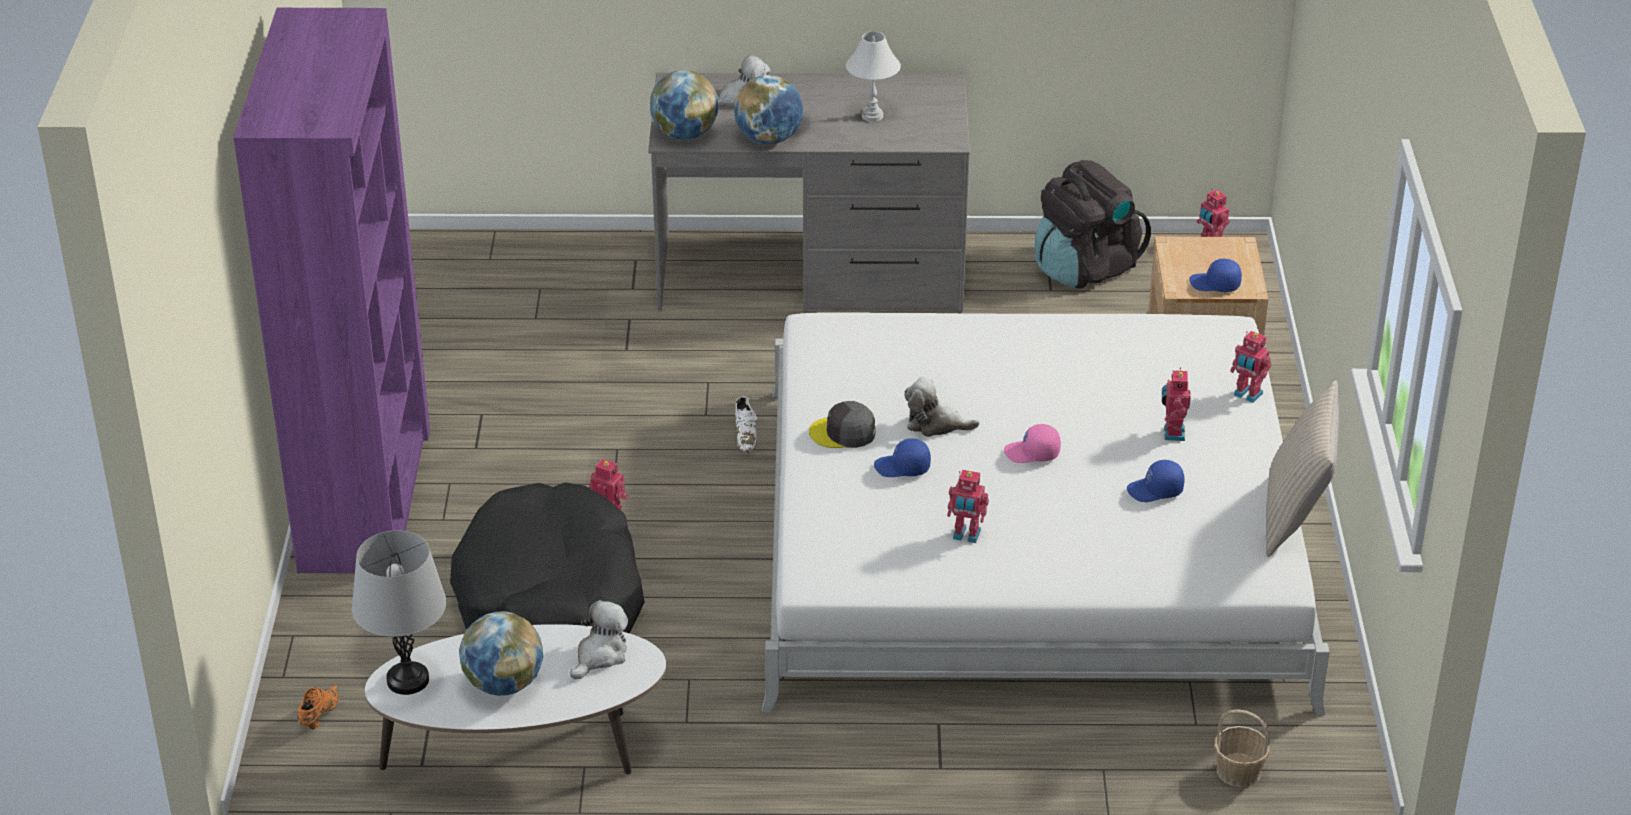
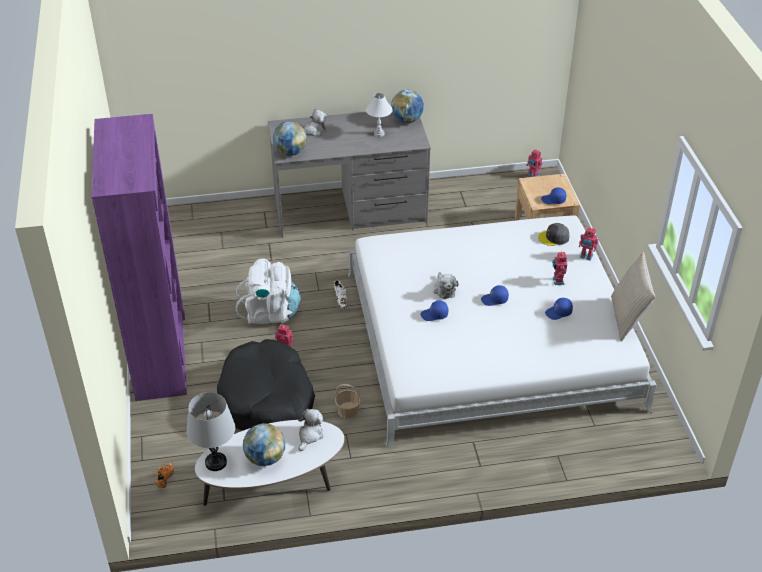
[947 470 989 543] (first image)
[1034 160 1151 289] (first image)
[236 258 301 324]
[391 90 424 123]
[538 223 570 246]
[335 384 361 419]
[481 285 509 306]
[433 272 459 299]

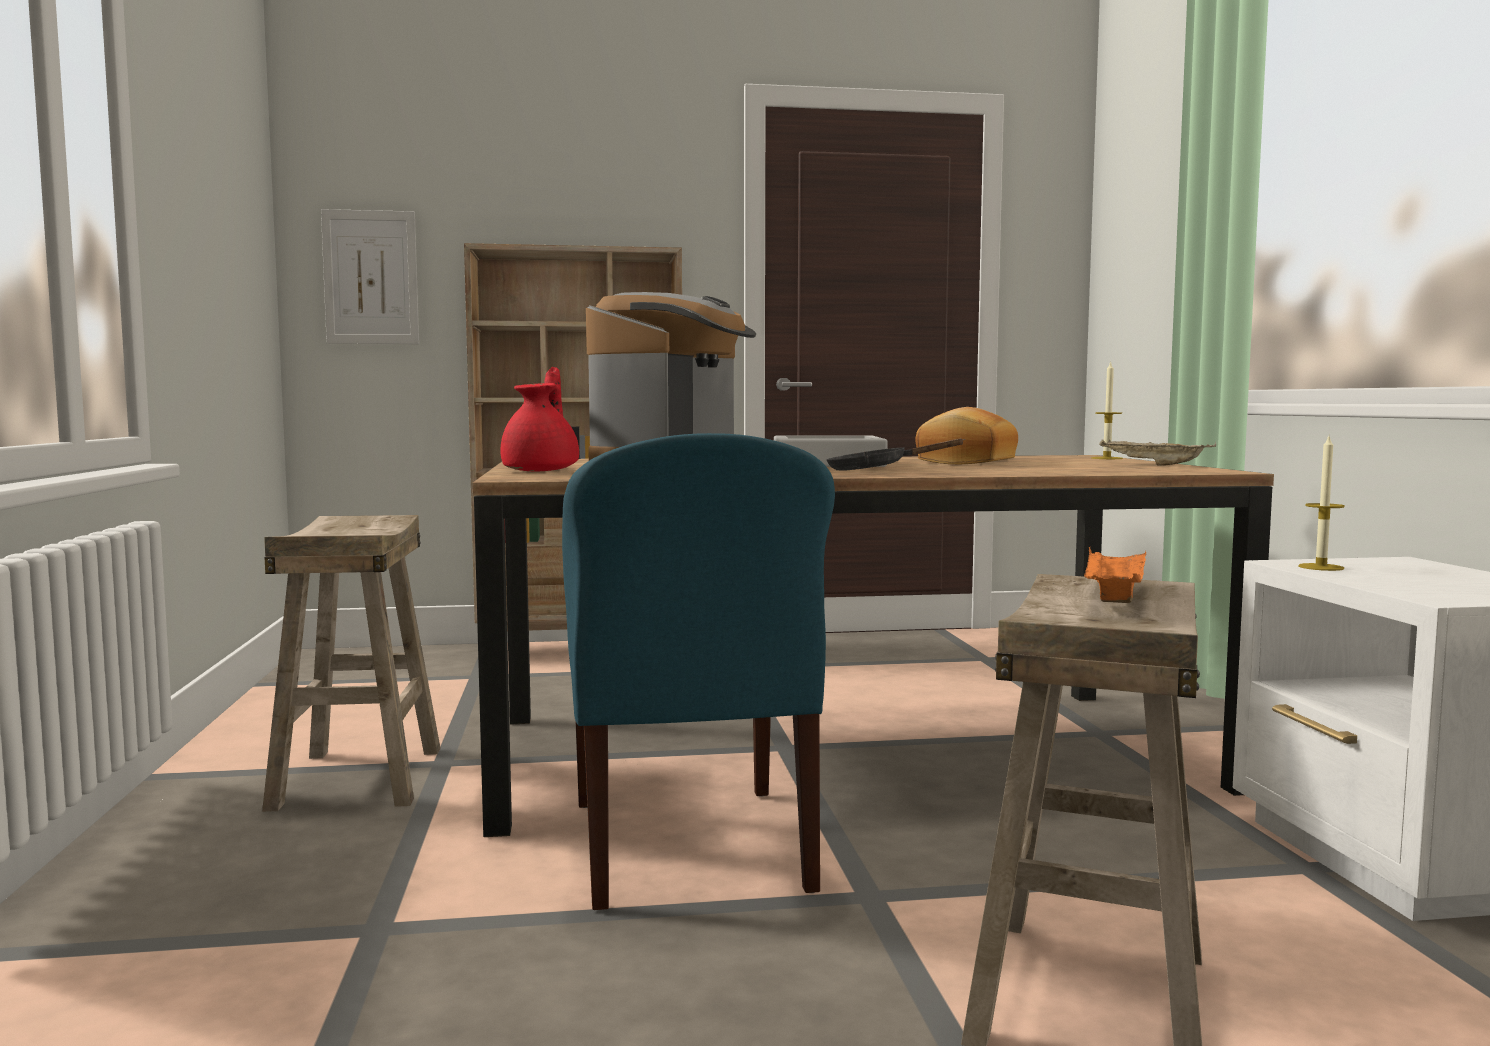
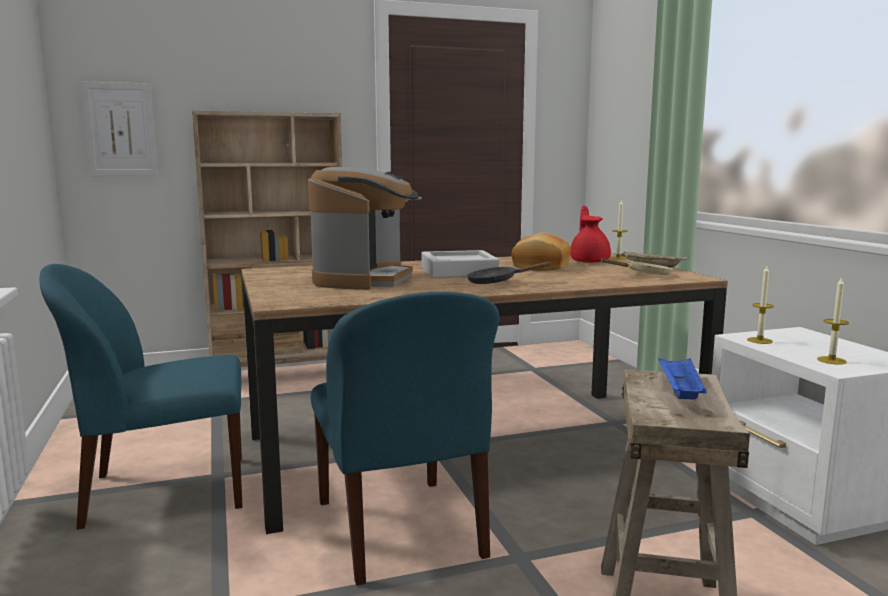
[601 258 674 275]
[817 277 849 365]
[570 205 611 263]
[40 264 242 530]
[658 356 707 400]

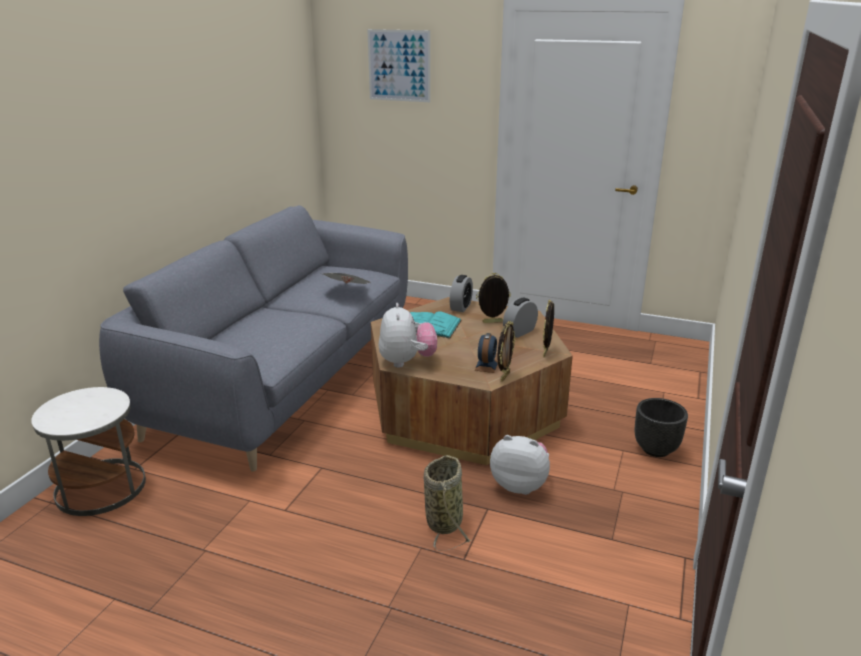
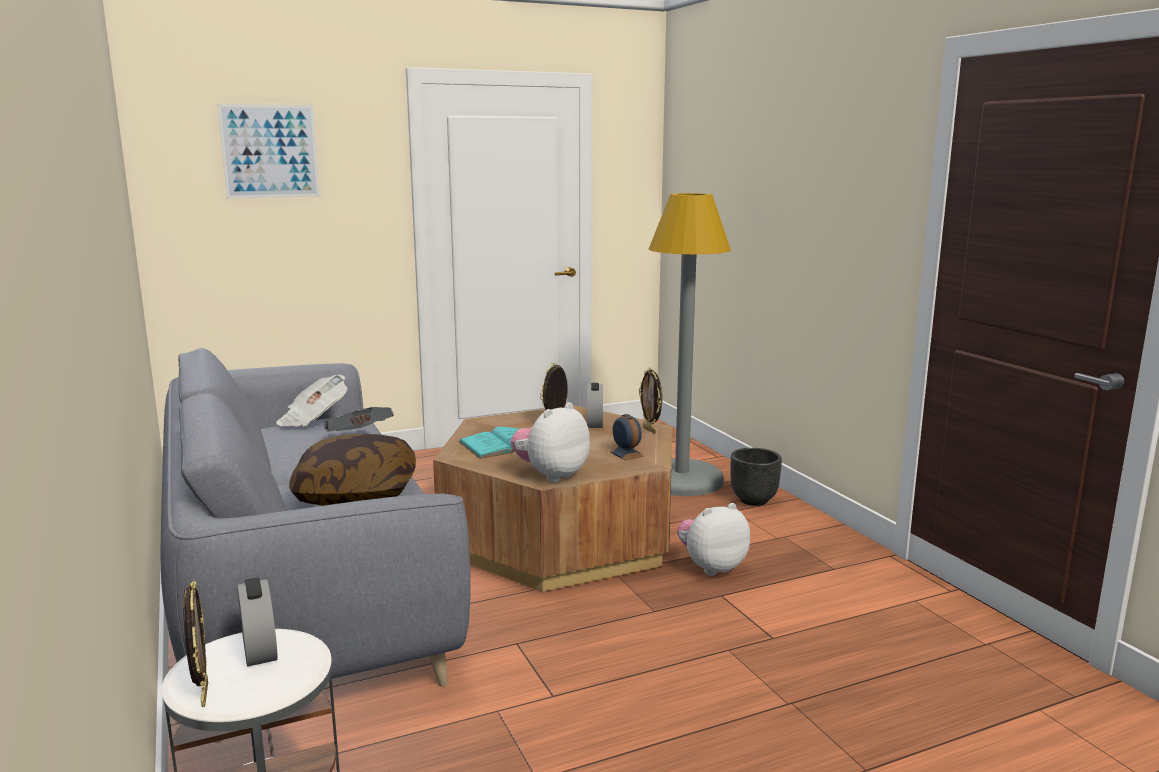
[424 455 471 551] (first image)
[276 375 348 427]
[289 434 416 506]
[648 193 731 496]
[237 577 278 667]
[183 581 208 707]
[511 402 590 482]

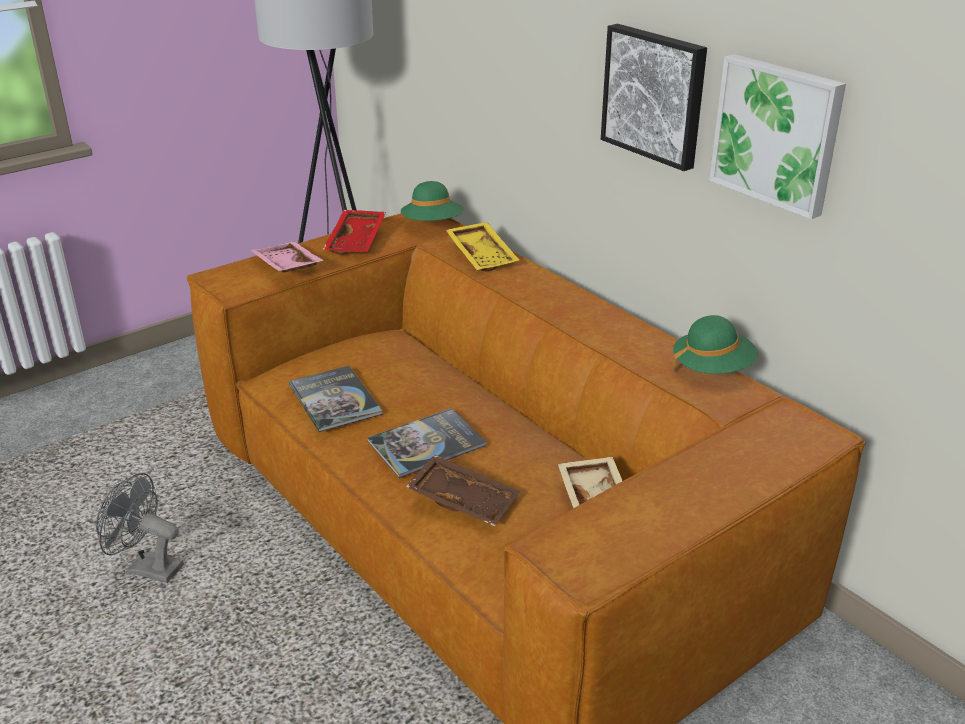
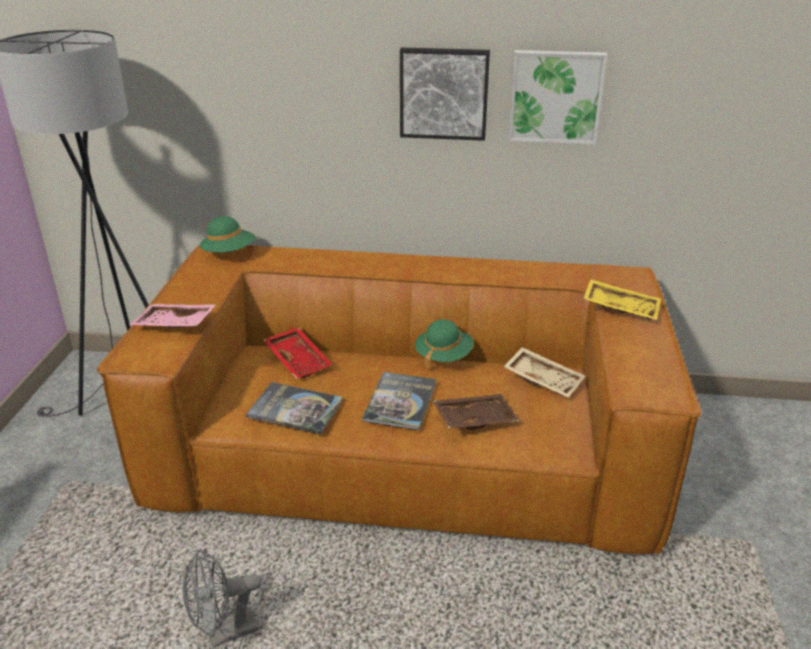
[264 327 332 379]
[583 279 661 320]
[415 319 474 369]

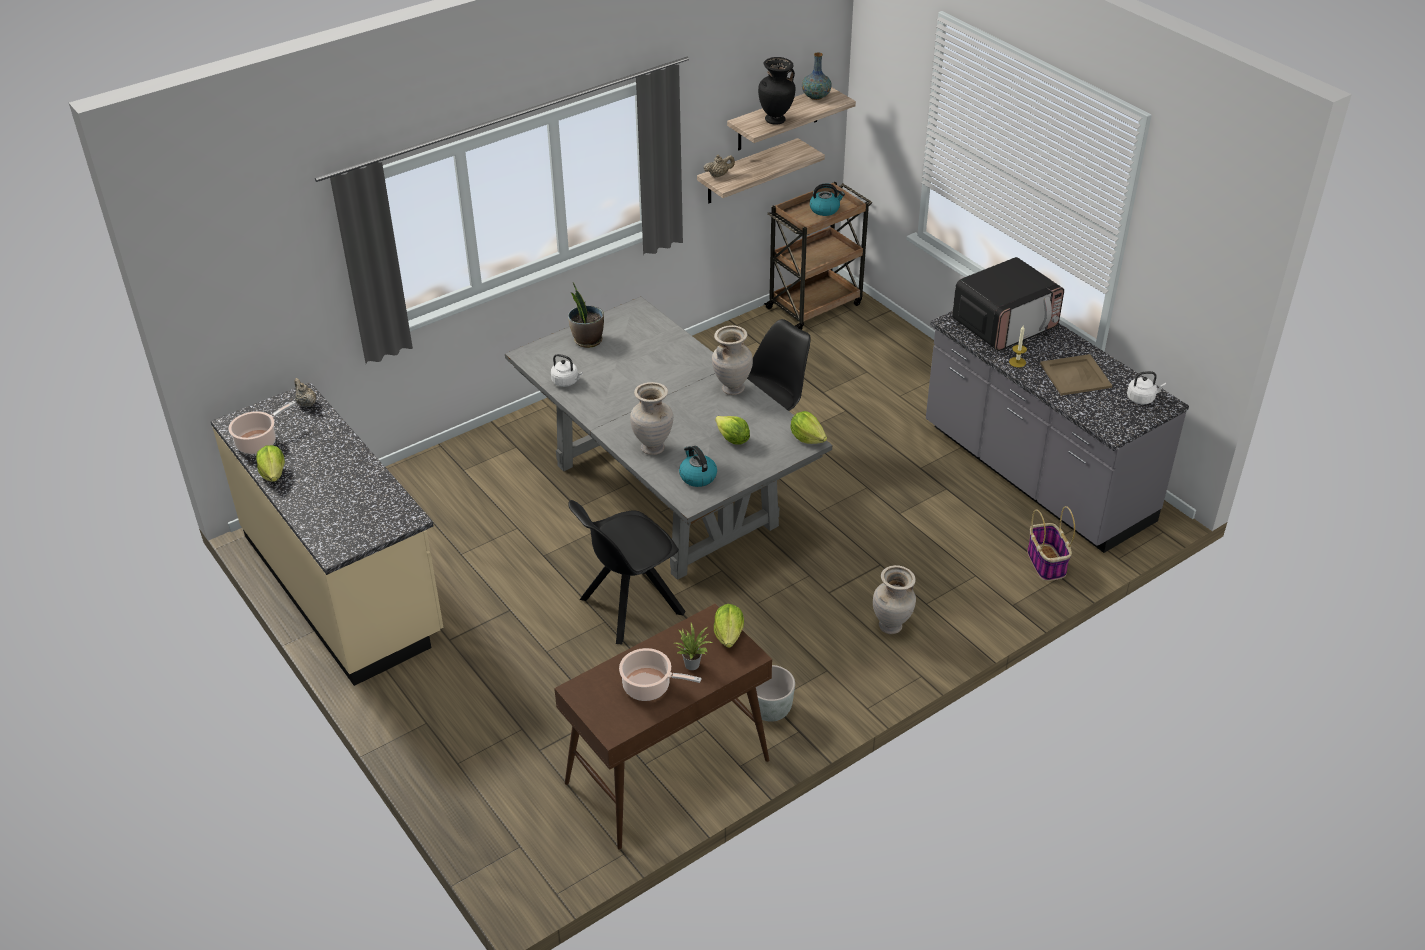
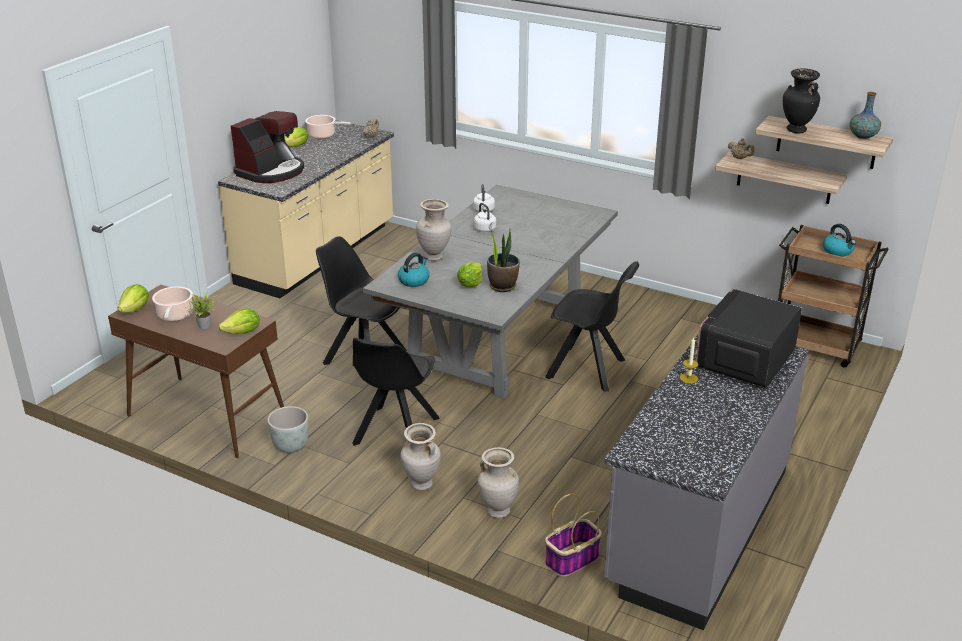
[1040 354 1112 396] (first image)
[231 111 304 183]
[352 337 440 446]
[487 228 520 292]
[478 447 519 518]
[118 284 149 313]
[474 203 496 232]
[695 289 802 388]

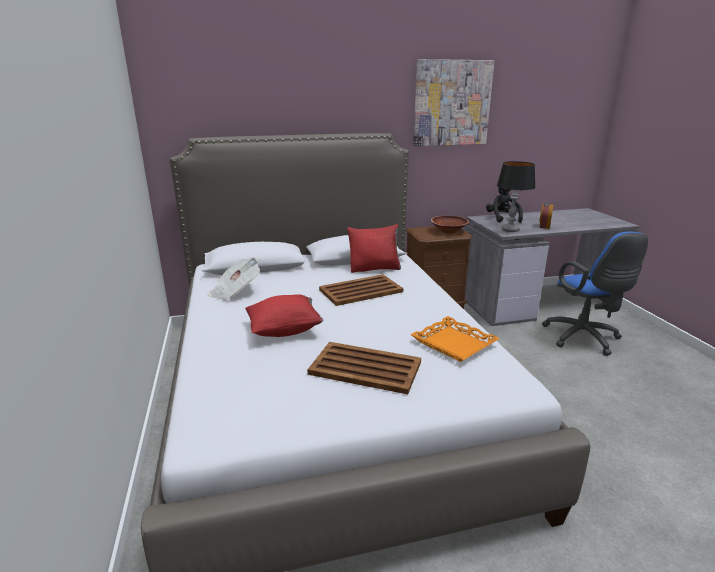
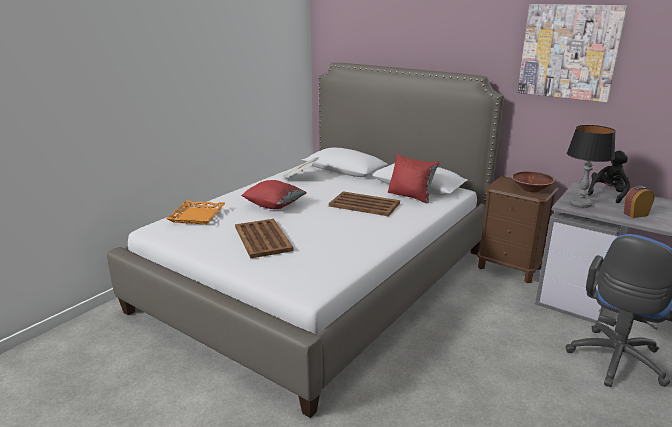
[166 200 225 225]

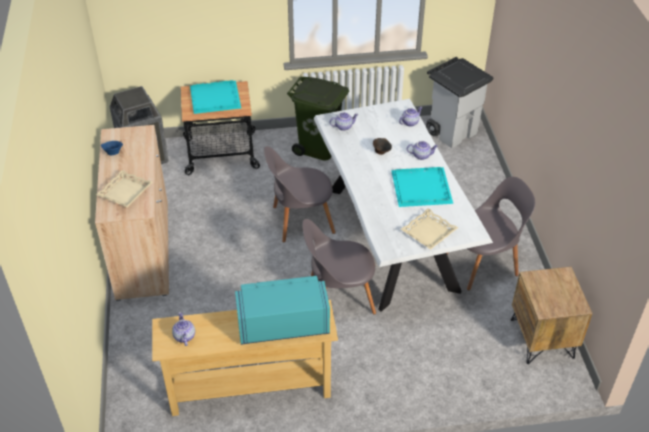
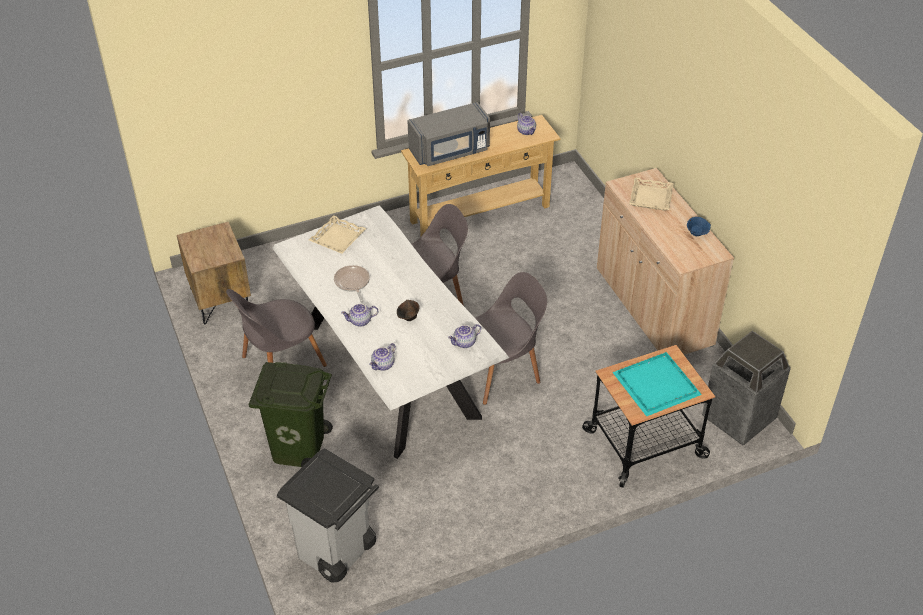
[248 362 333 467]
[334 265 370 302]
[407 102 490 166]

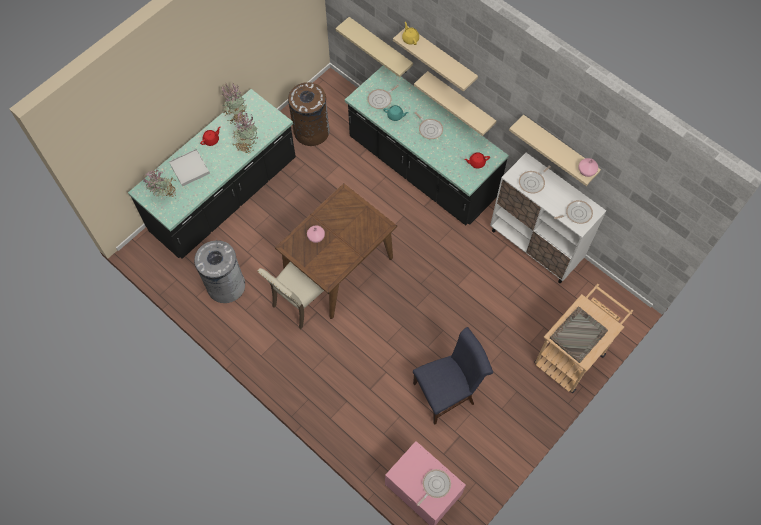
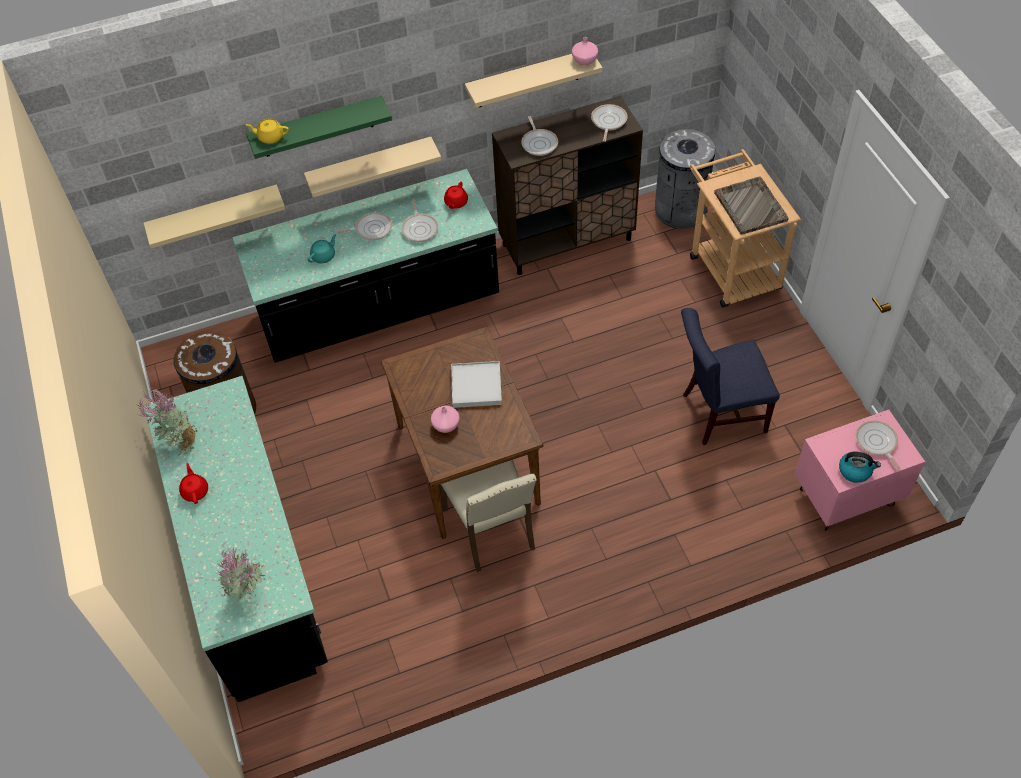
[233 109 259 154] (first image)
[839 451 881 483]
[451 361 502 408]
[655 129 715 229]
[401 200 438 242]
[246 96 392 159]
[492 96 643 275]
[681 308 780 445]

